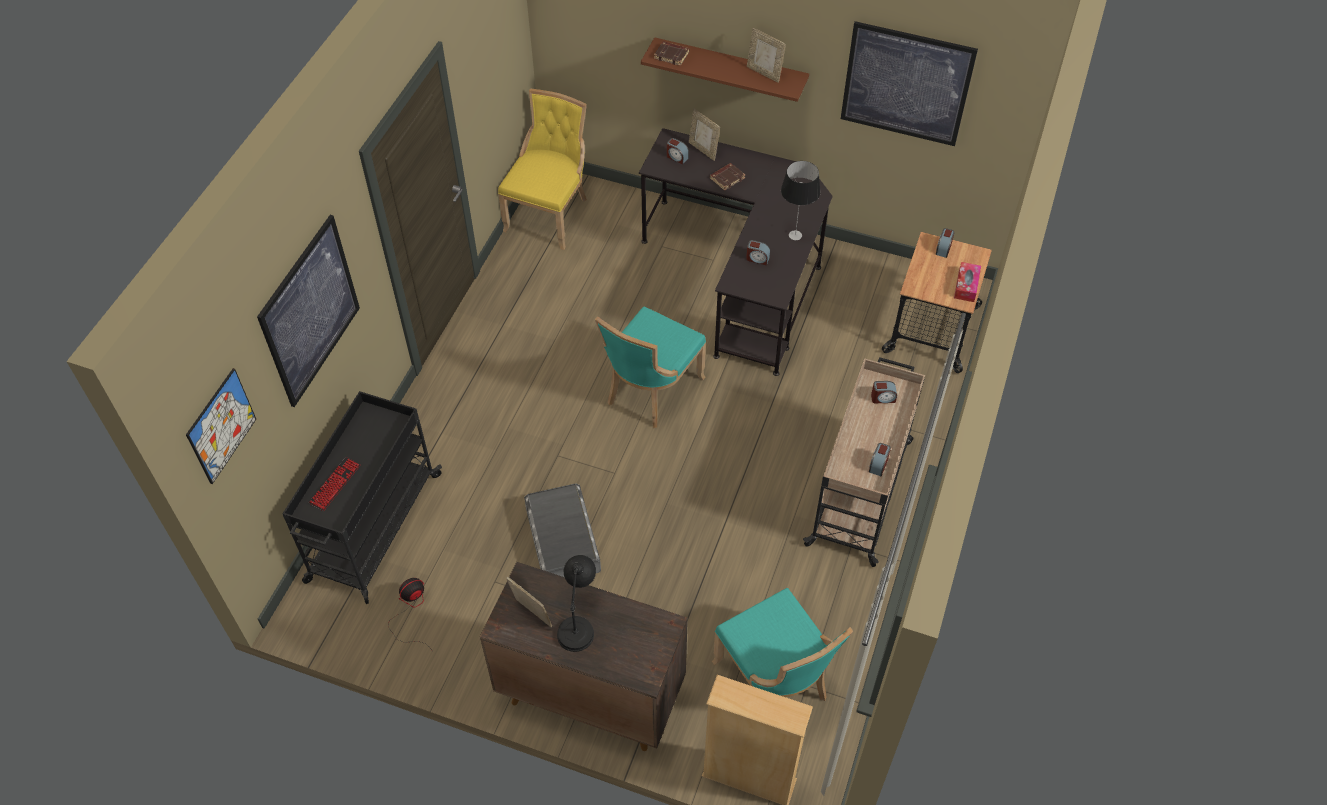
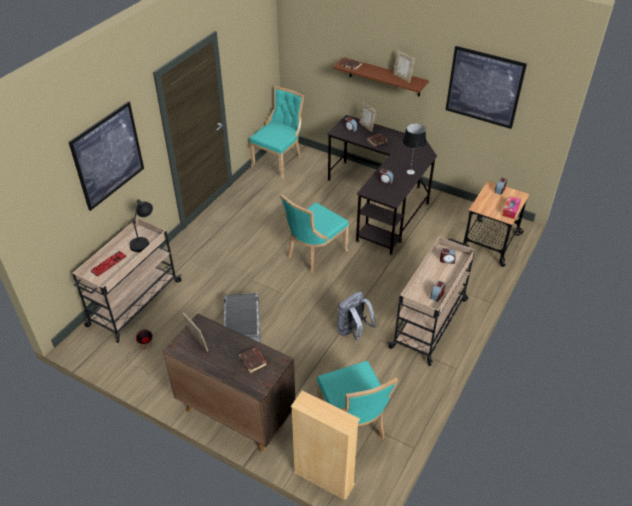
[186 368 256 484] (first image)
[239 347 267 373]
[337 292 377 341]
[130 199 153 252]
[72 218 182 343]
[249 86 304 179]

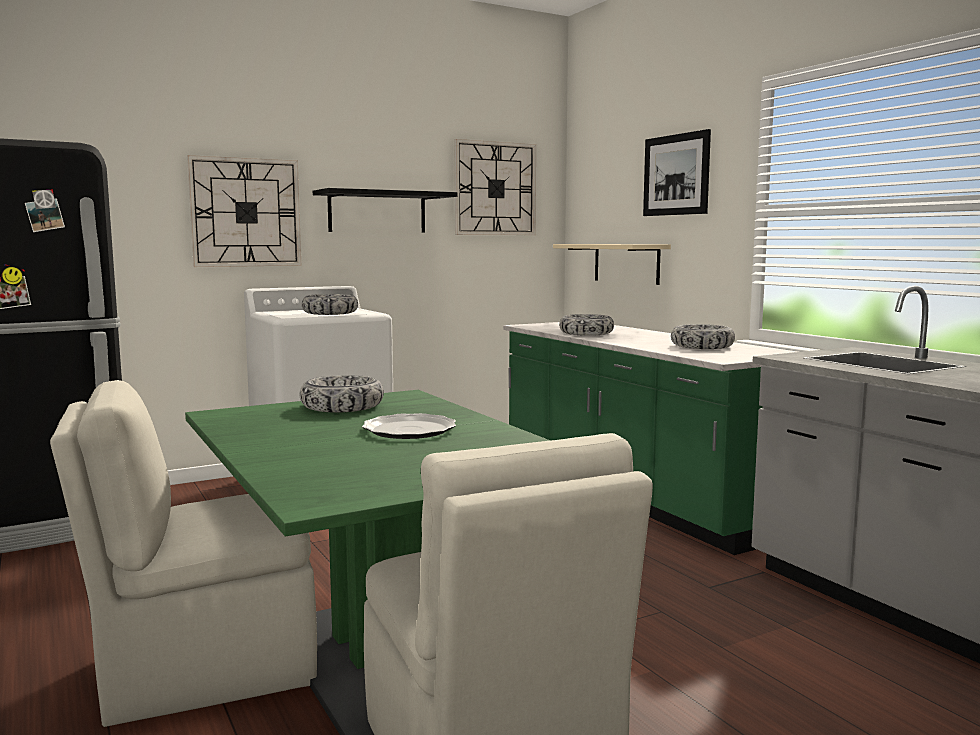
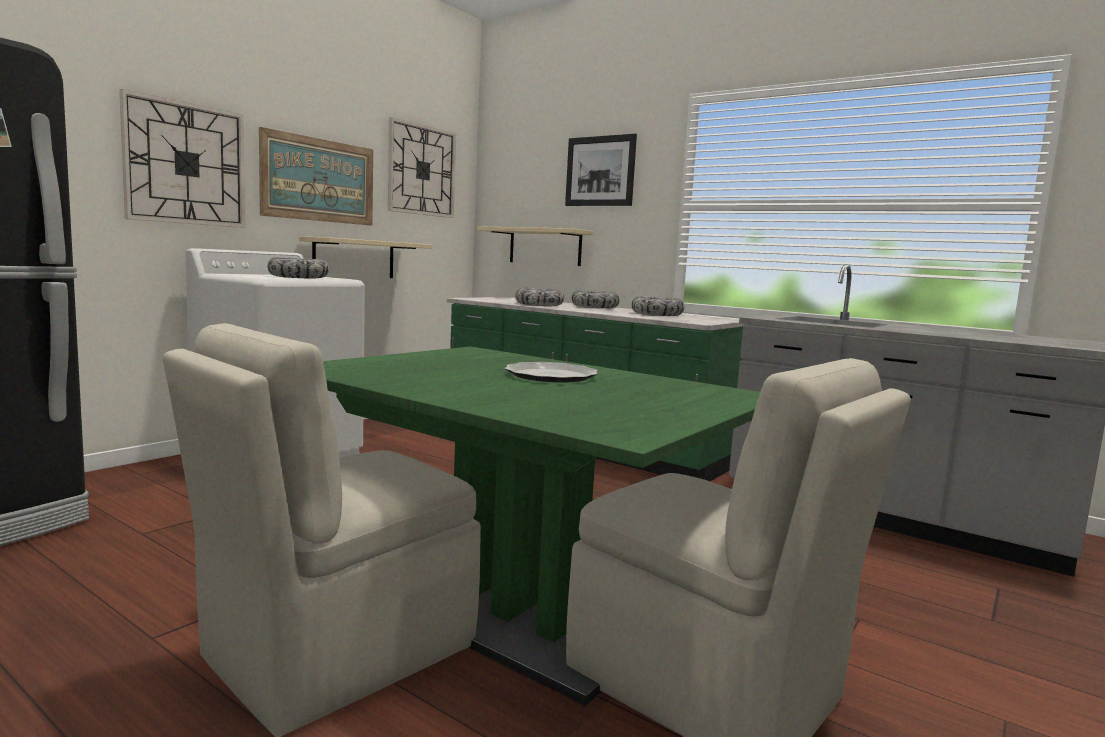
[299 236 432 278]
[572 290 620 308]
[259 127 373 226]

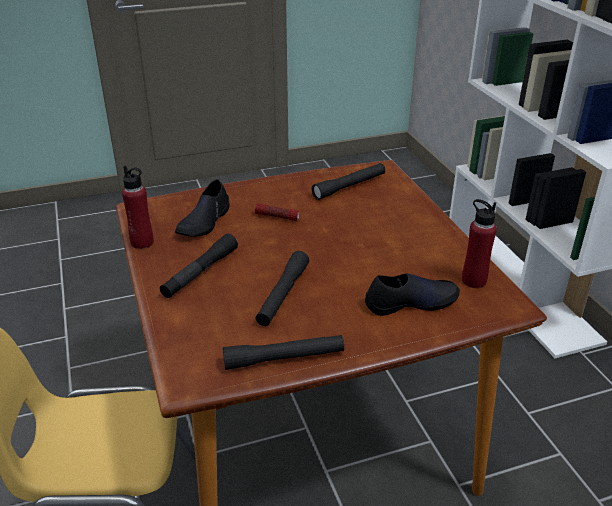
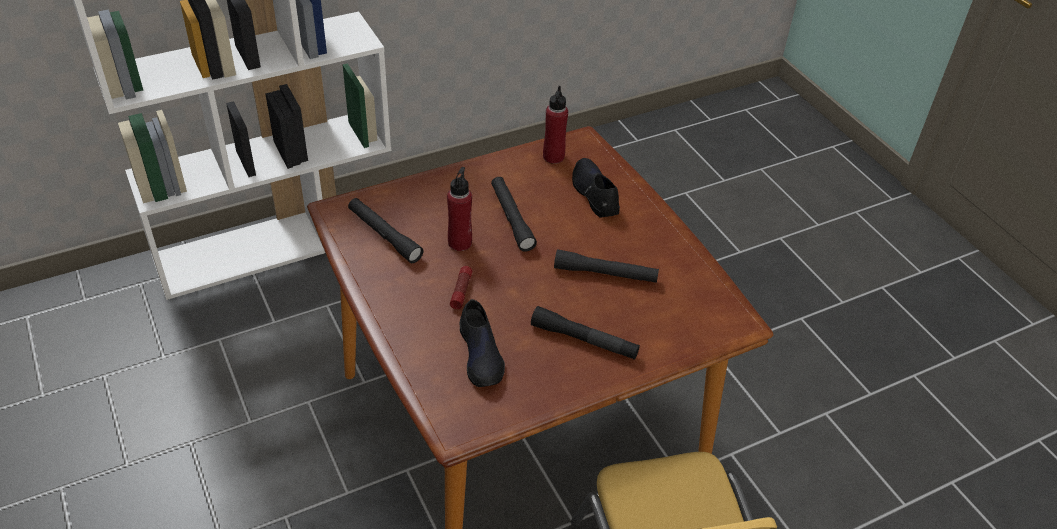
[447 167 472 251]
[491 177 537 252]
[460 299 505 387]

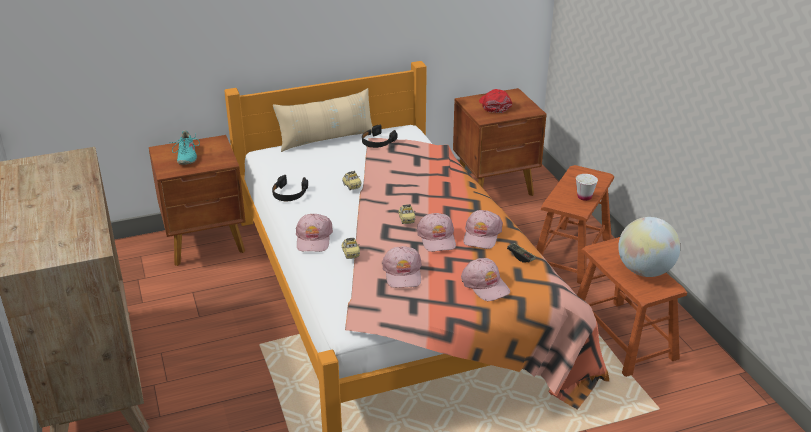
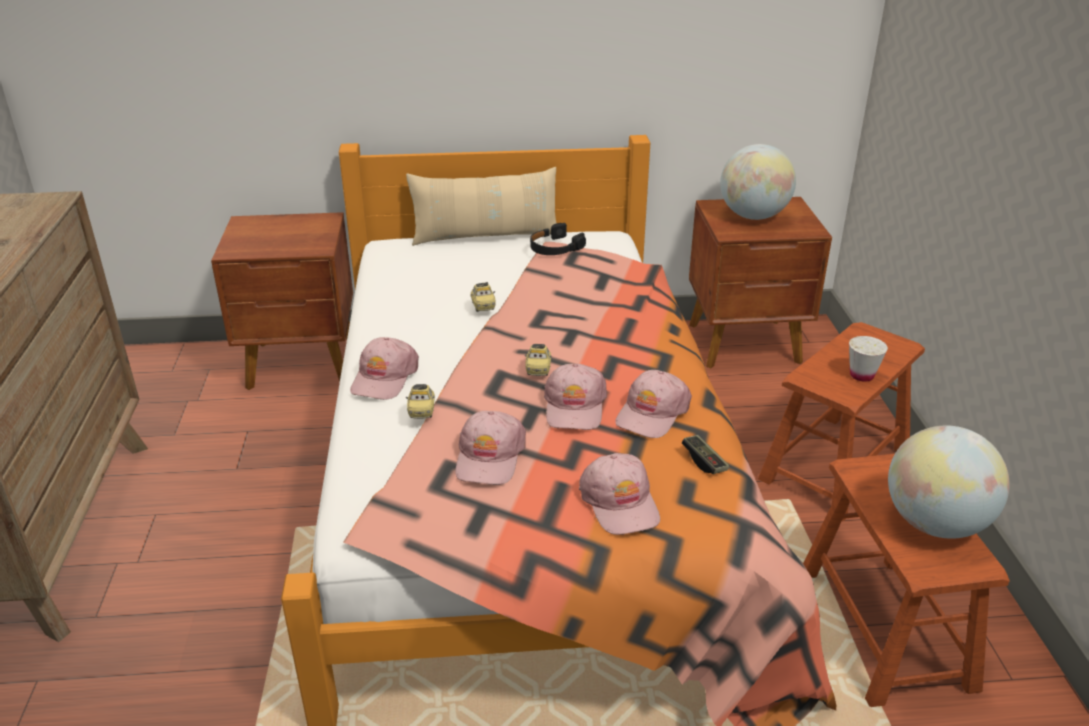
[169 130 200 165] (first image)
[272 175 308 201] (first image)
[720 144 796 220]

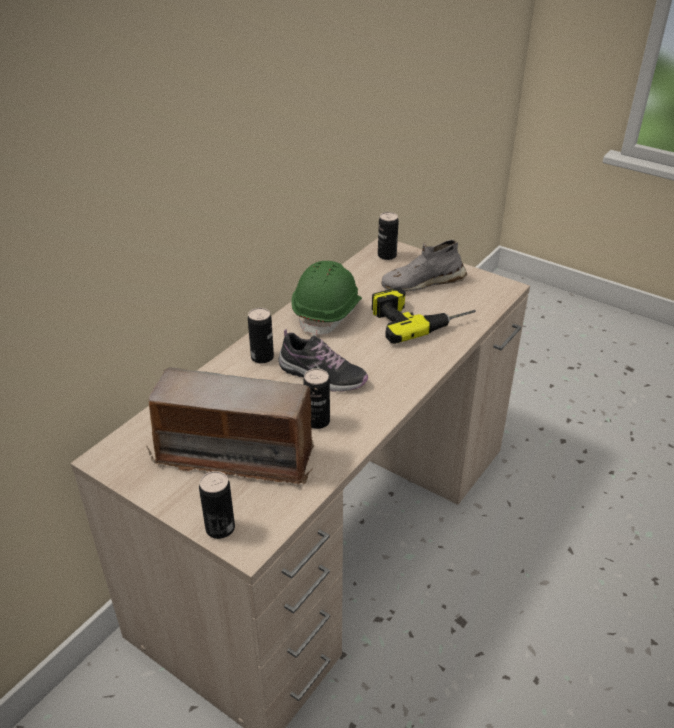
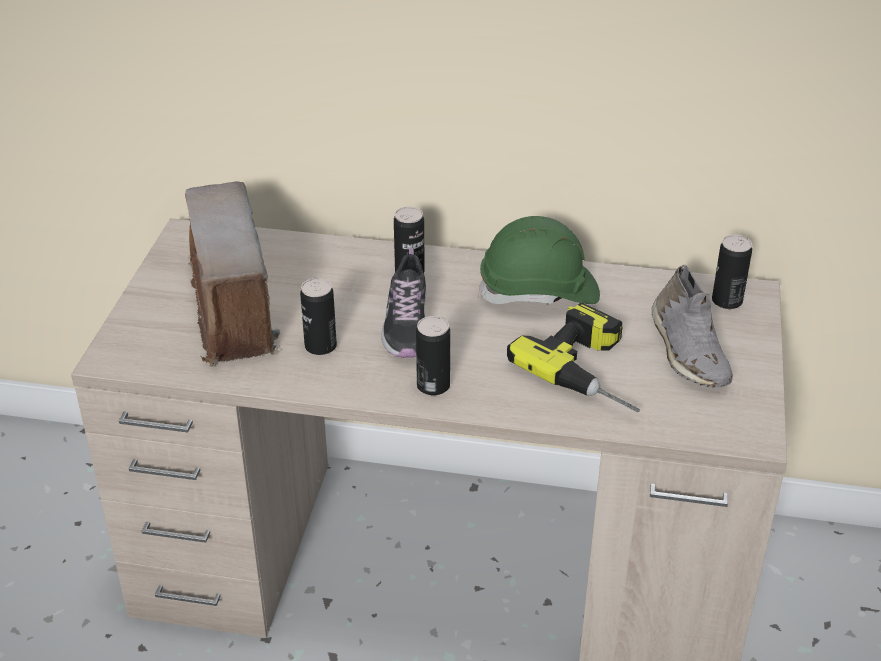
[416 316 450 396]
[652 264 733 388]

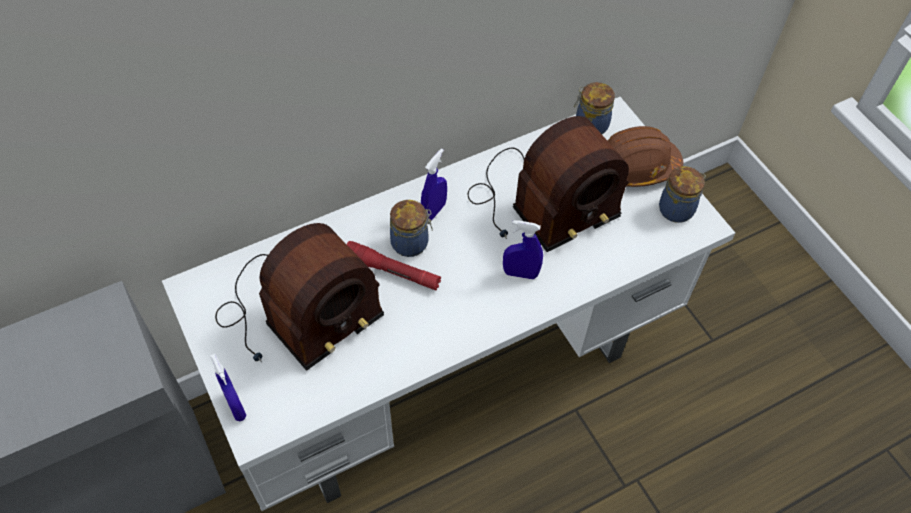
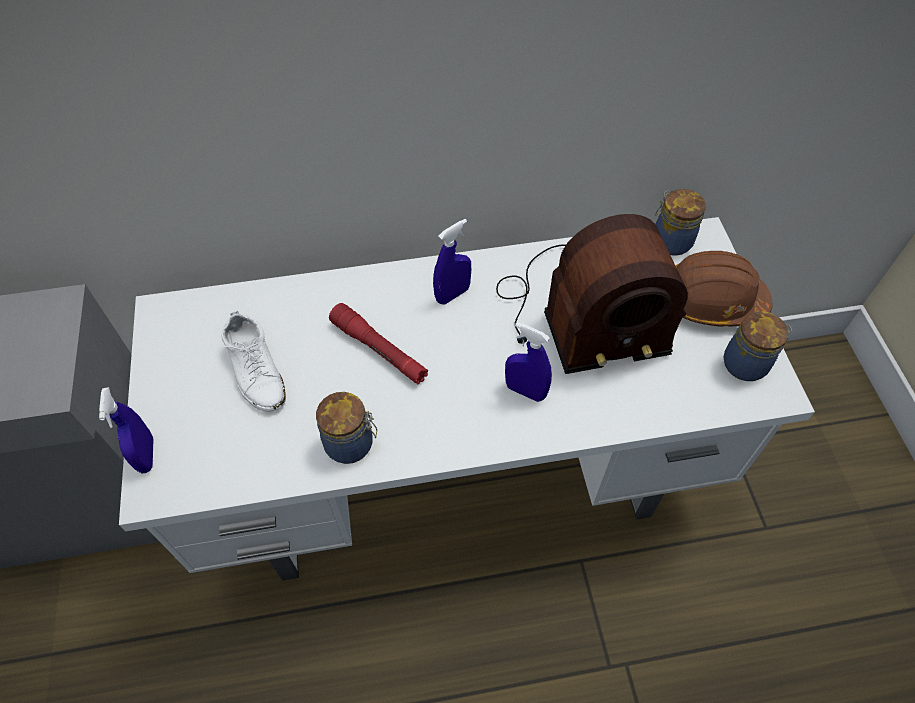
[316 392 377 464]
[221 310 286 412]

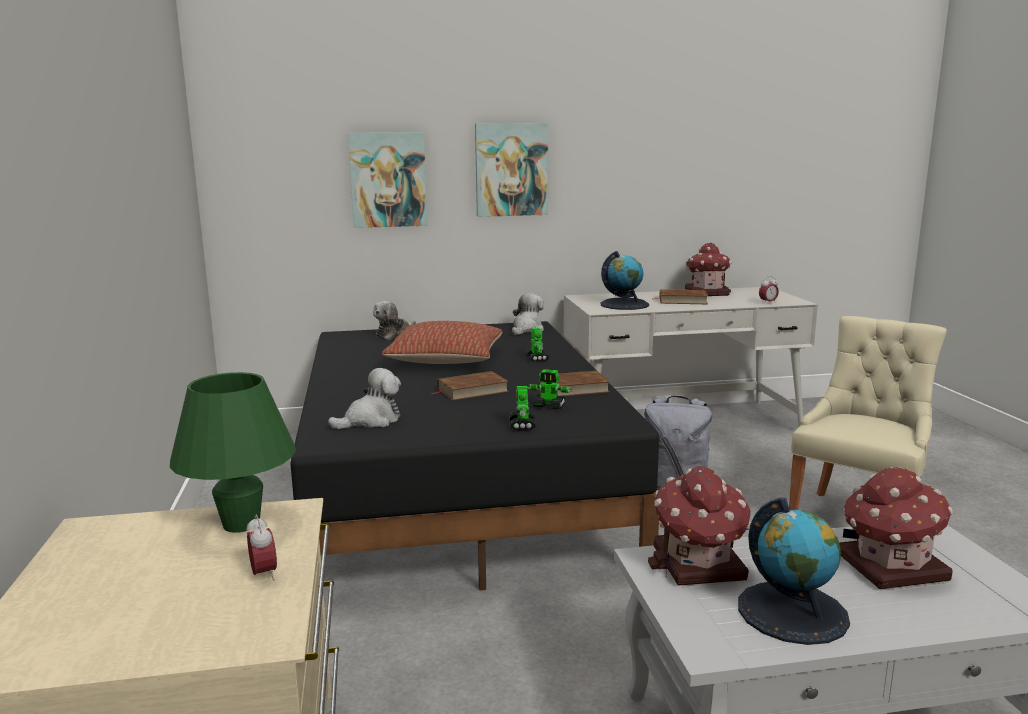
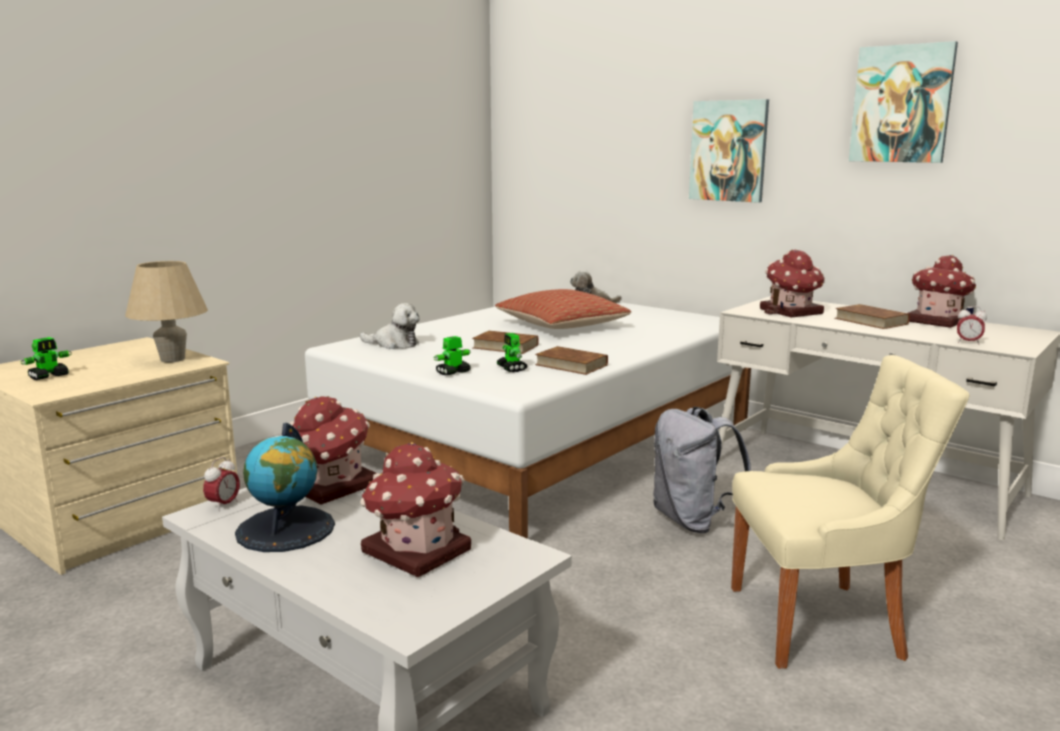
[512 293 544 335] (first image)
[203 457 240 511]
[849 41 958 163]
[20 337 72 380]
[760 250 825 317]
[125 261 208 363]
[305 302 751 539]

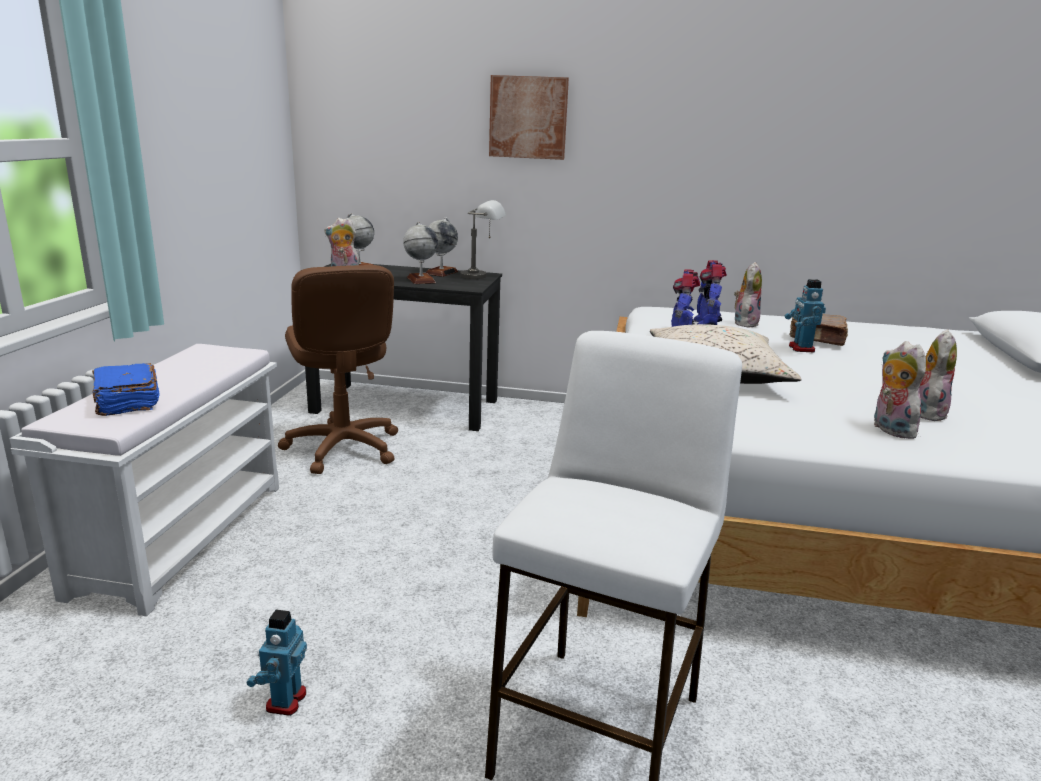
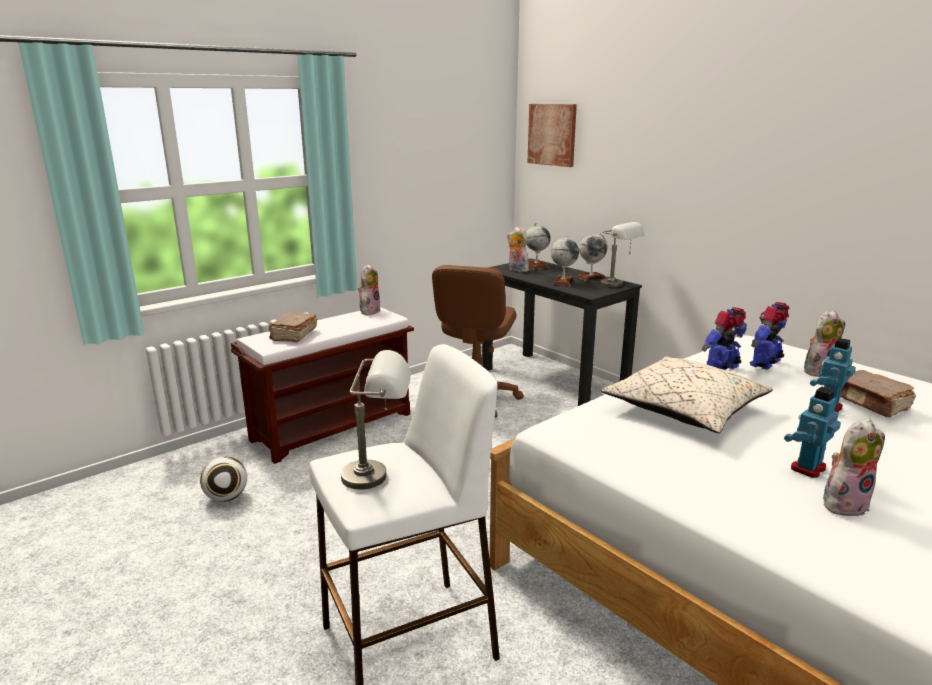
[200 457 247 502]
[341 350 411 490]
[784 386 841 478]
[527 104 577 167]
[358 264 381 315]
[231 307 414 464]
[269 312 317 343]

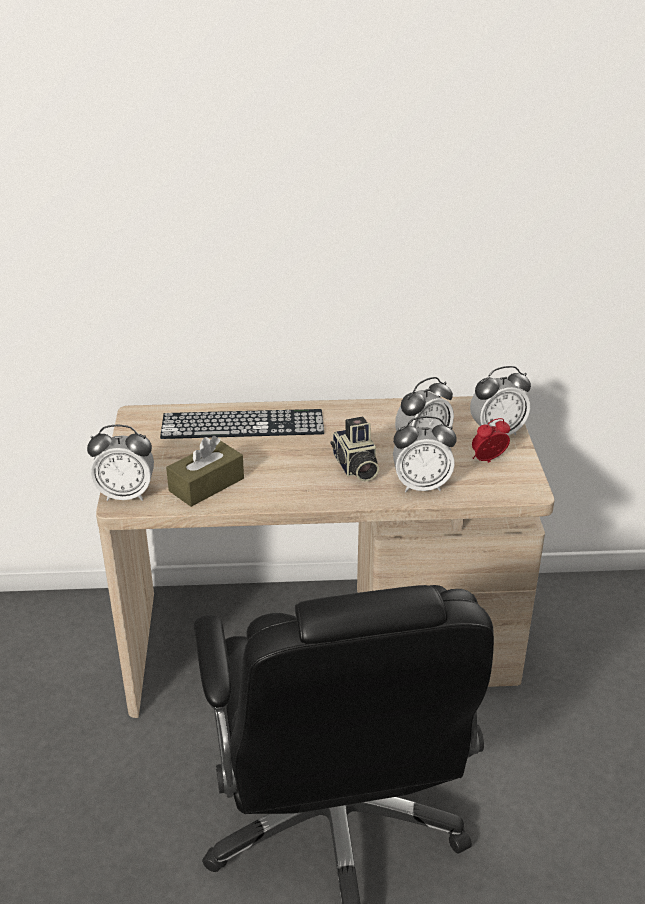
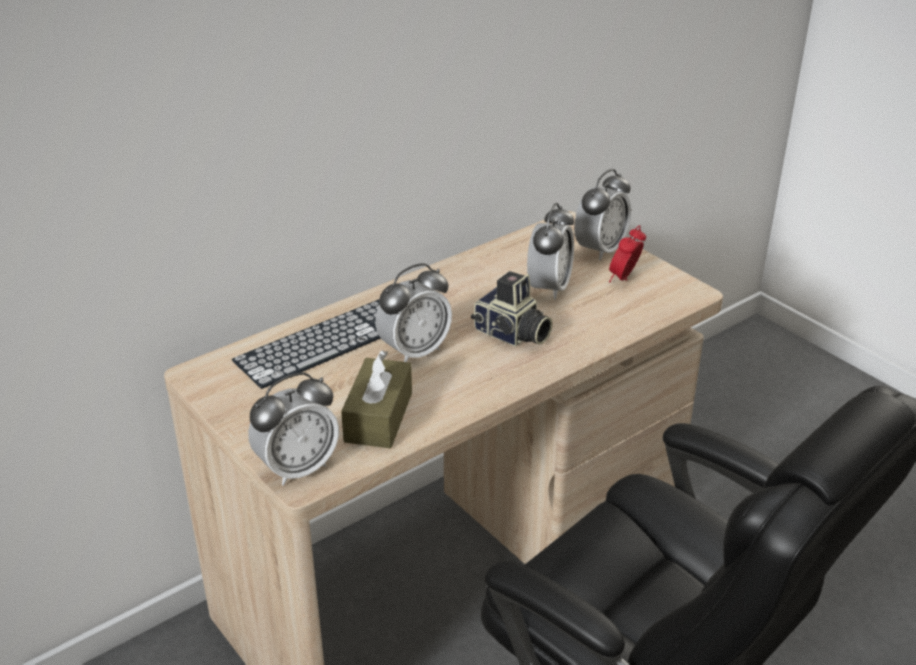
[375 263 452 362]

